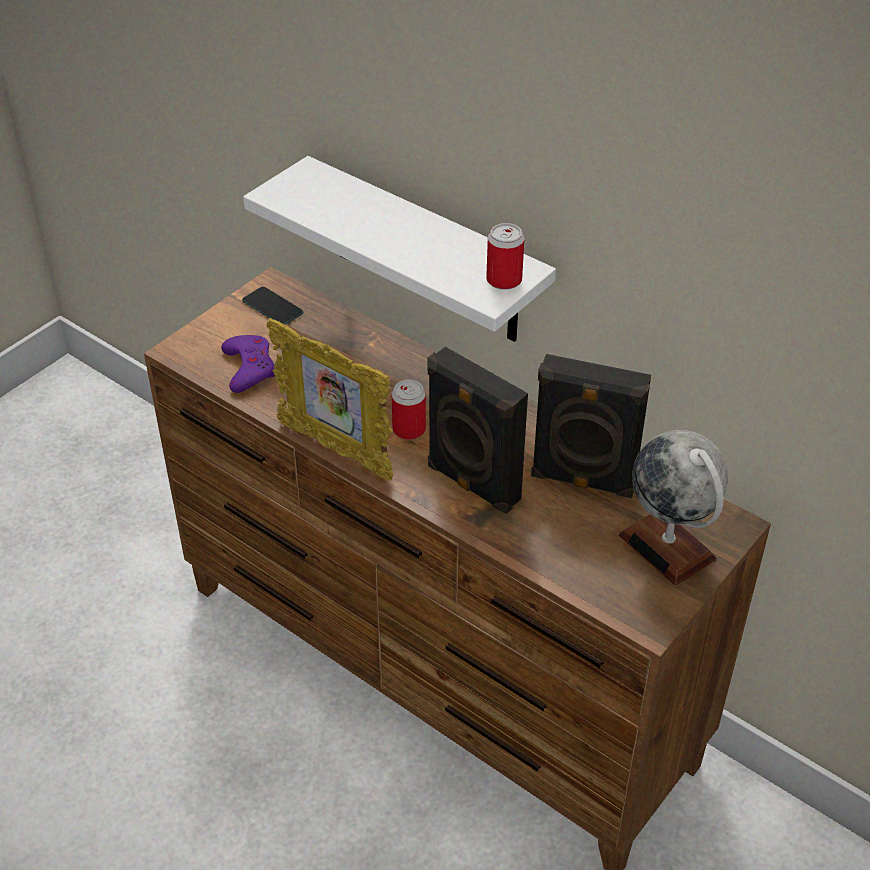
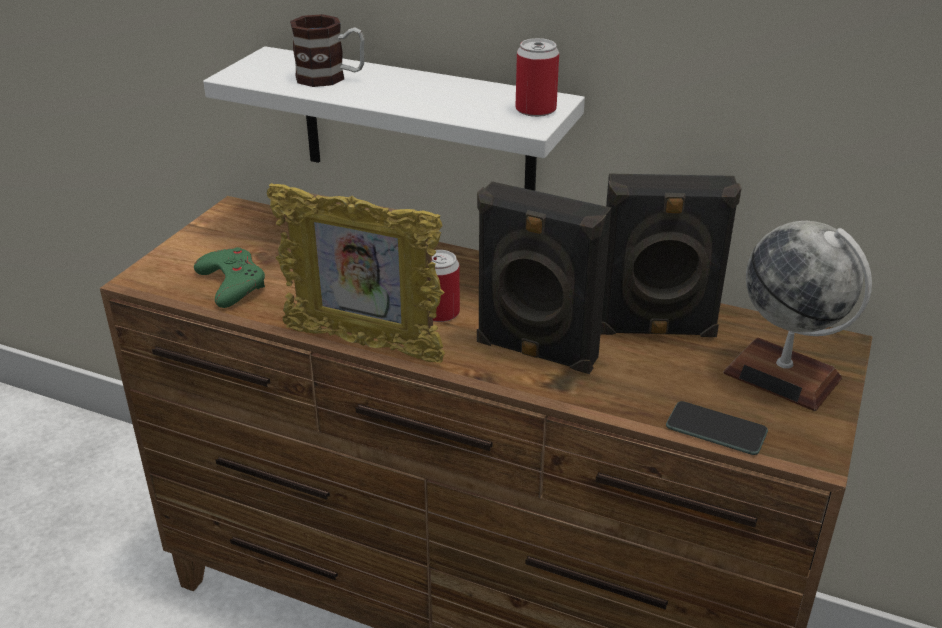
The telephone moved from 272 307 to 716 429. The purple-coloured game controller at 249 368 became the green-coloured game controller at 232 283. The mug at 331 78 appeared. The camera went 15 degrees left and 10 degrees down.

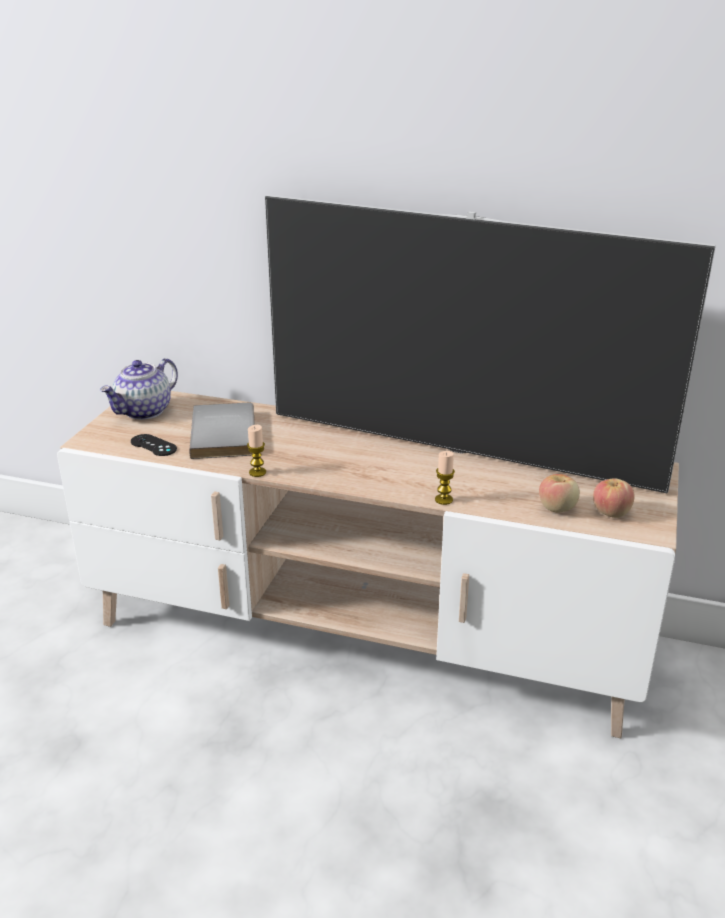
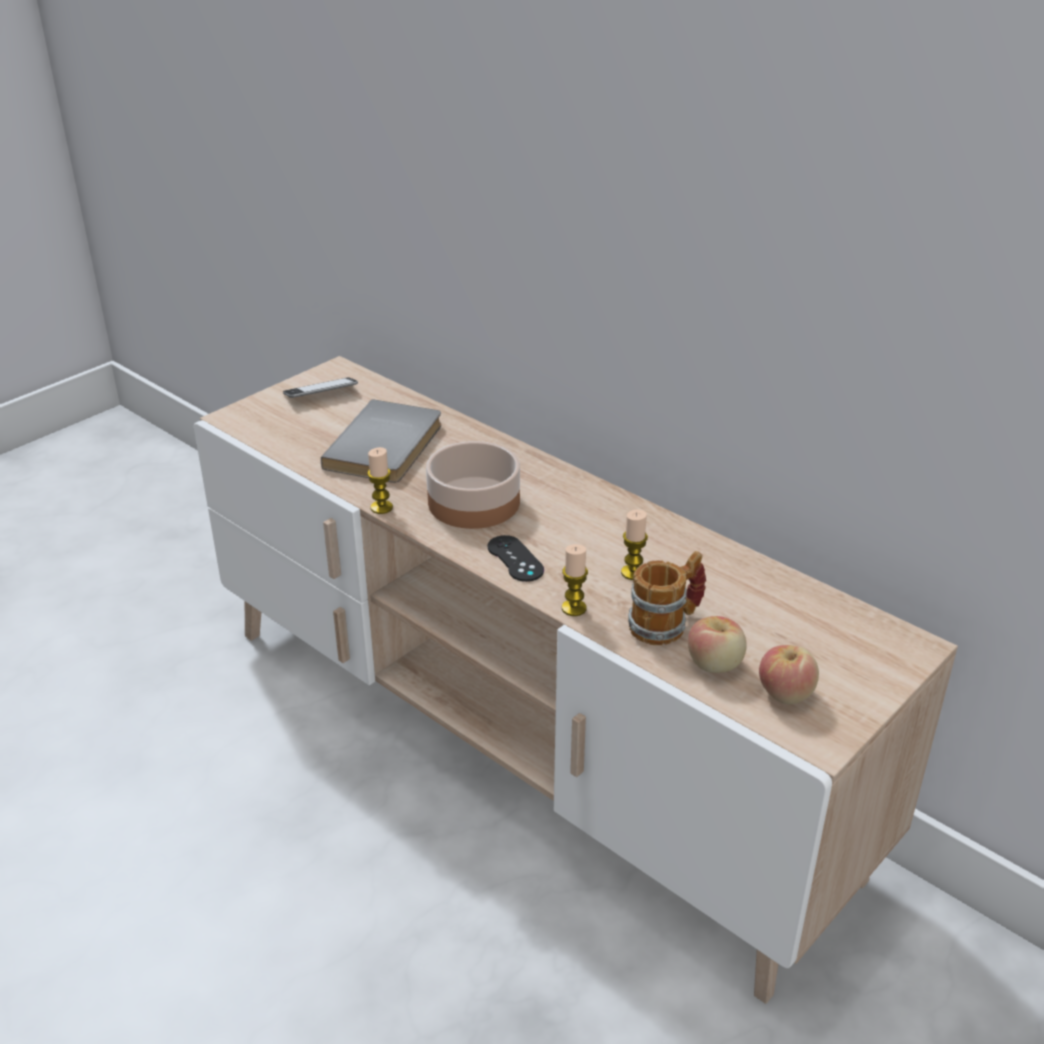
The TV at 458 450 disappeared. The tea pot at 144 411 was replaced by the telephone at 321 393. The black-coloured game controller moved from 153 445 to 515 559. The bowl at 475 503 appeared. The candle at 633 573 appeared. The mug at 666 624 appeared. The camera went 25 degrees right and 5 degrees up.

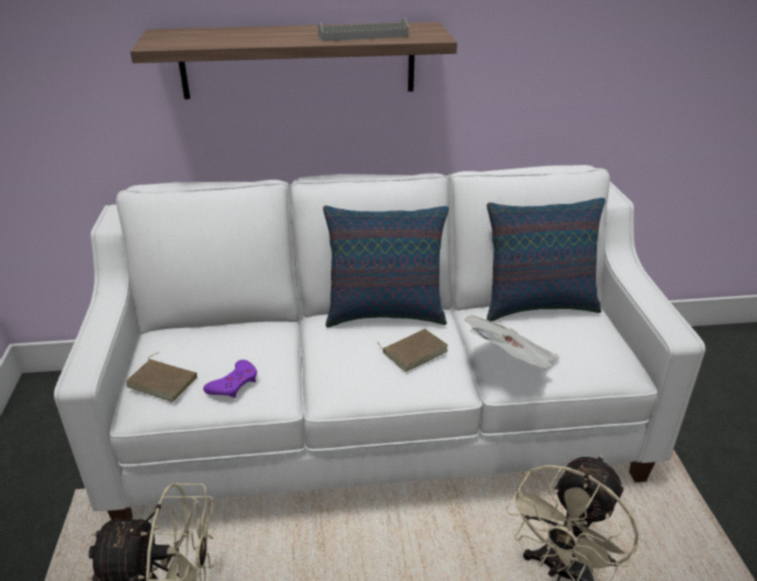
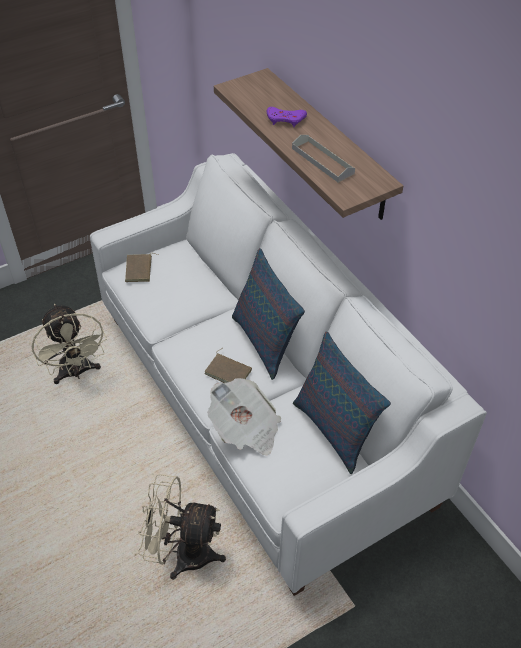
The purple-coloured game controller moved from 234 384 to 285 119. The camera went 65 degrees right and 15 degrees up.

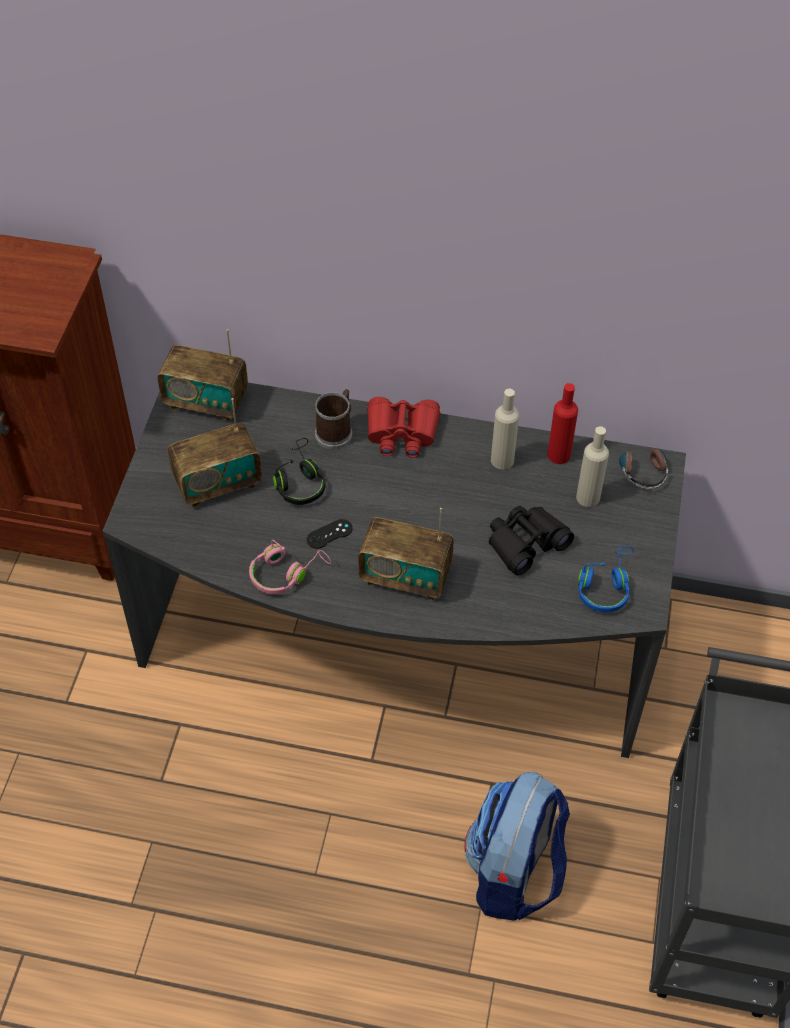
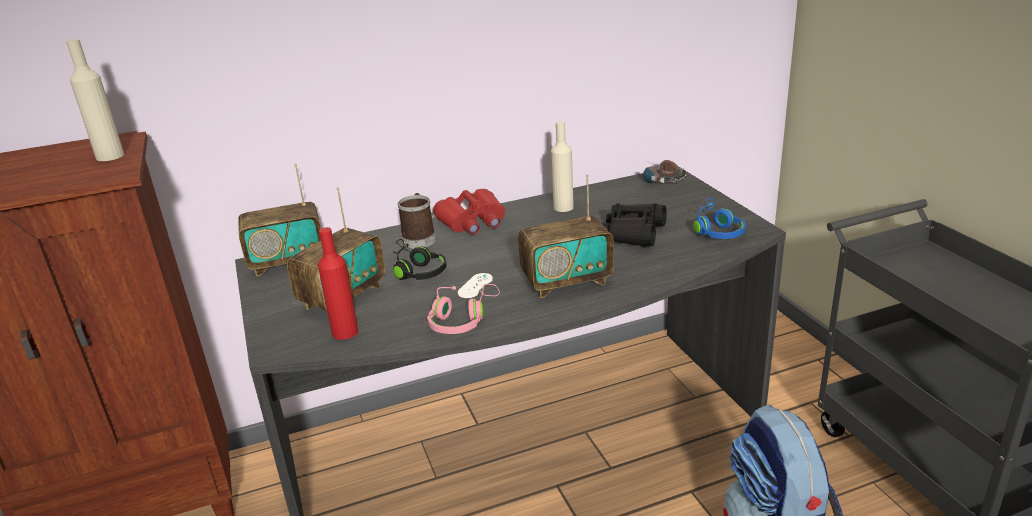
The reddish drink bottle moved from 559 455 to 345 332. The beige-coloured drink bottle moved from 588 497 to 110 156. The black-coloured game controller at 329 534 became the white game controller at 475 286. The camera went 30 degrees left and 25 degrees down.

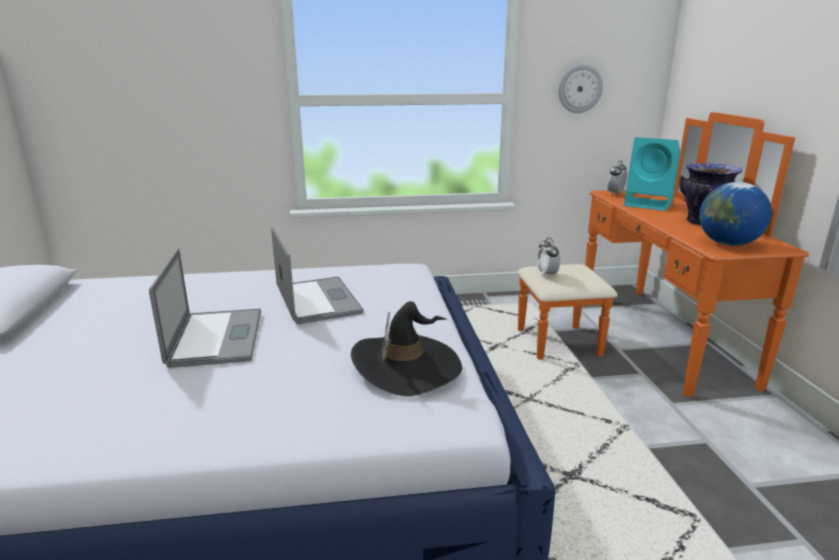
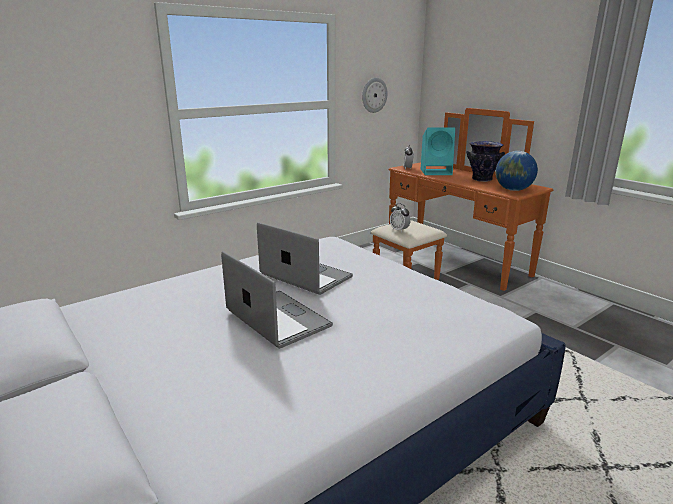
The black-coloured clothing hat at 406 366 disappeared. The camera went 30 degrees left and 0 degrees up.

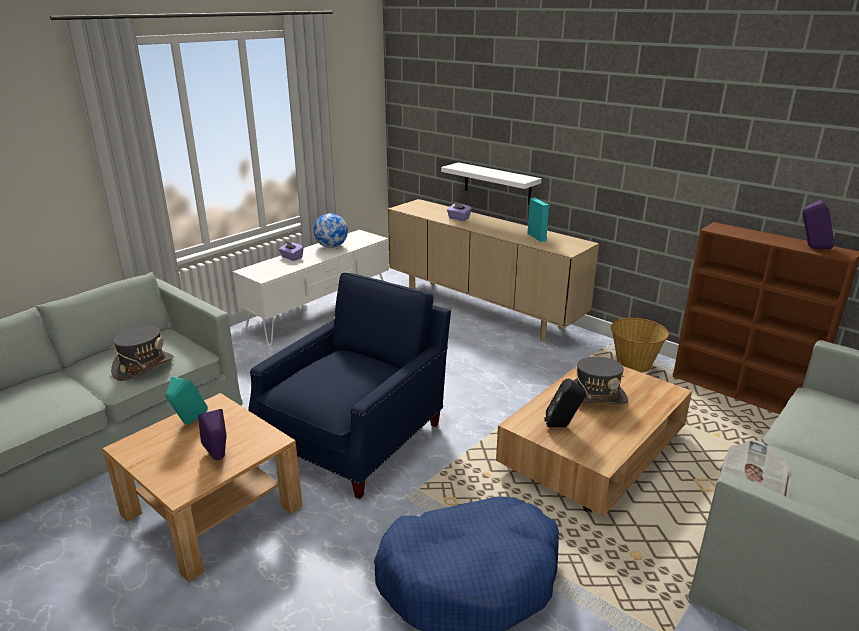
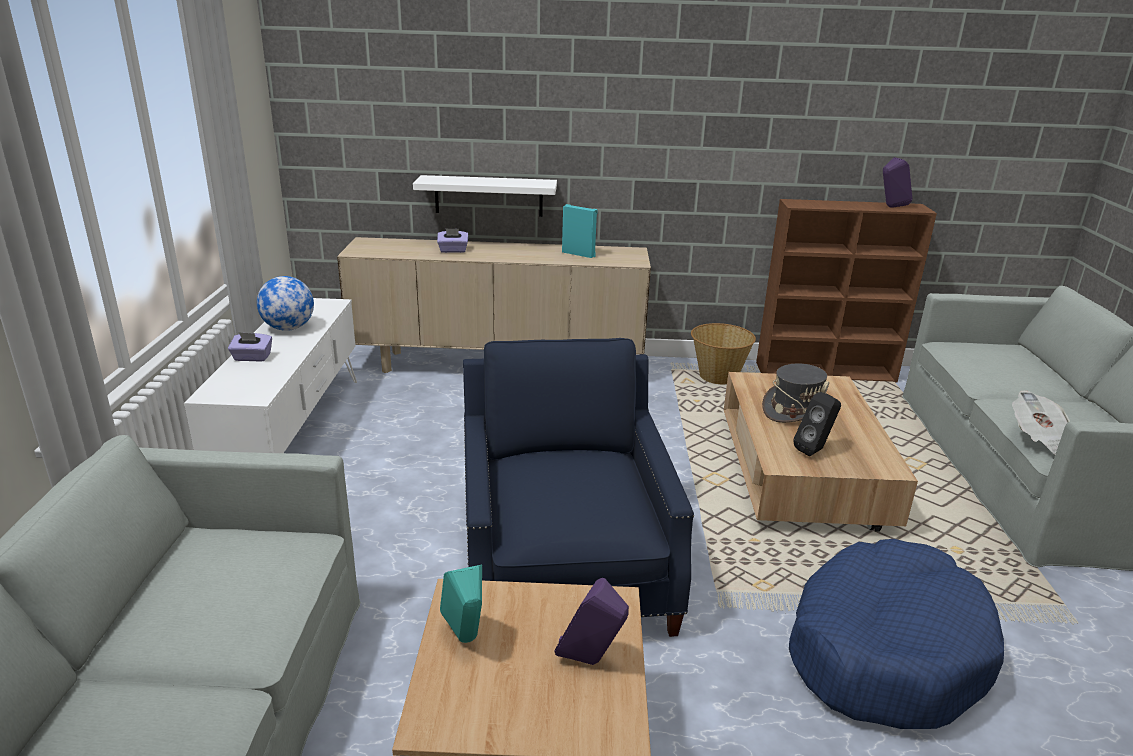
The greyish clothing hat at 143 366 disappeared. The camera went 40 degrees left and 0 degrees up.

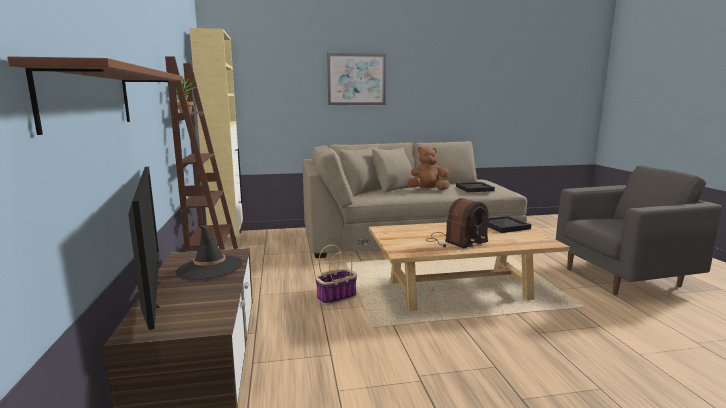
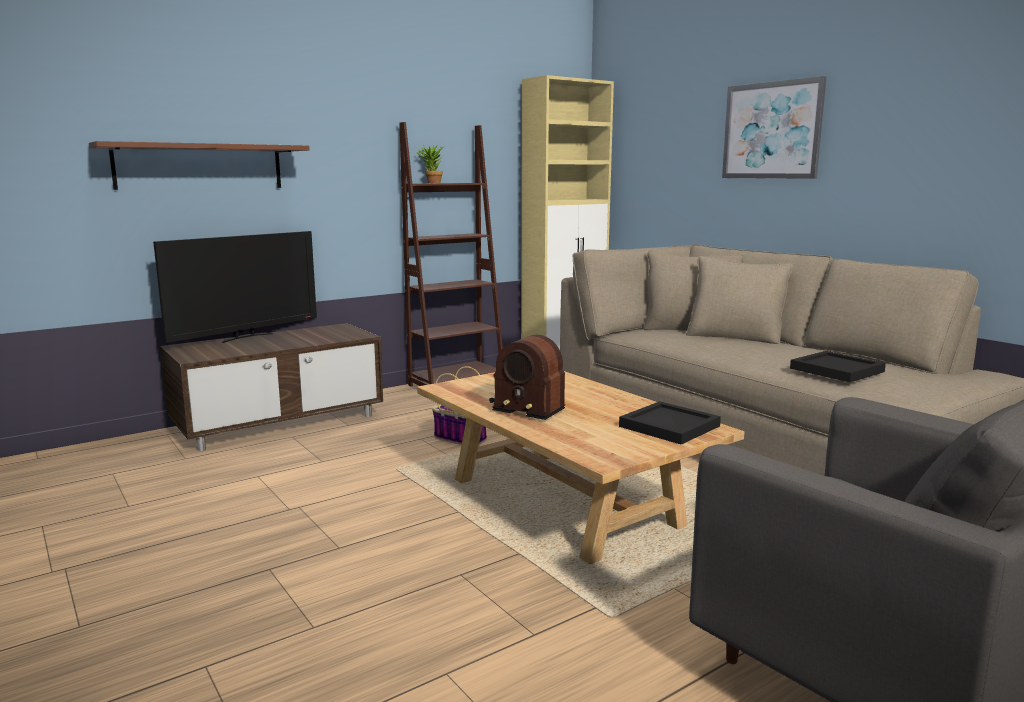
The brown plush toy at 428 190 disappeared. The black-coloured clothing hat at 210 268 disappeared. The camera went 65 degrees right and 0 degrees up.

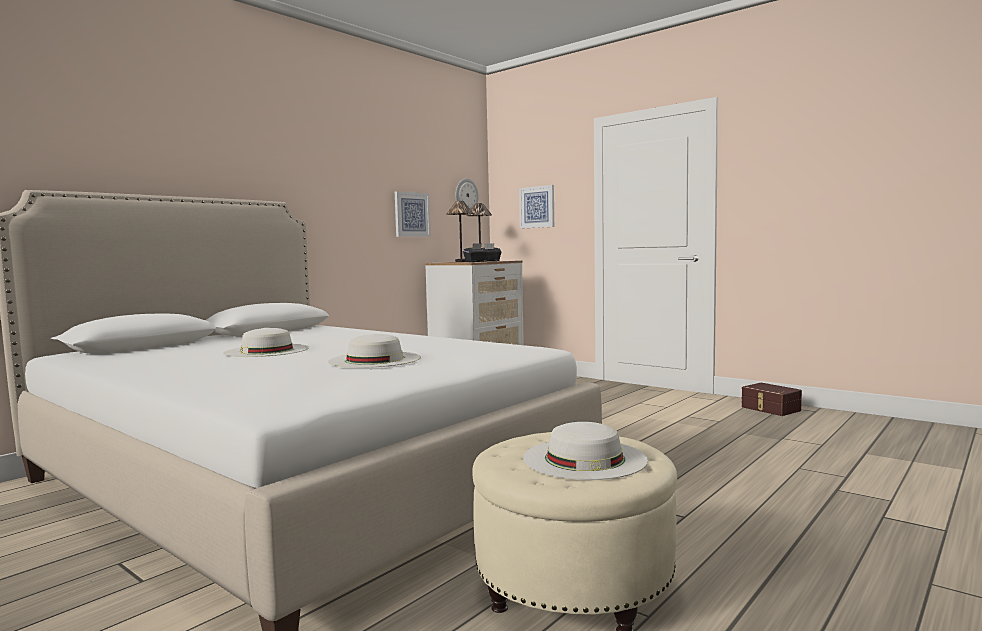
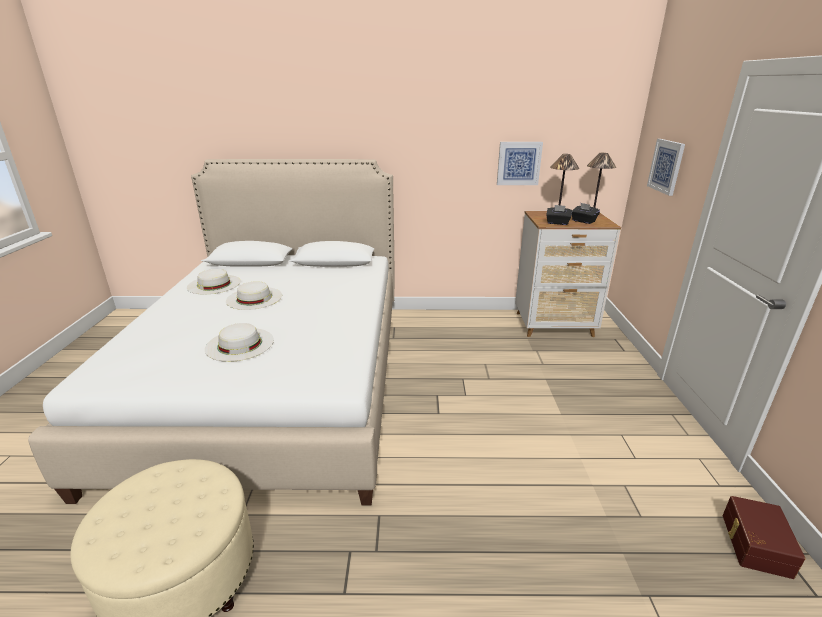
The hanging clock at 466 195 disappeared. The white clothing hat moved from 585 458 to 214 284. The camera went 50 degrees right and 20 degrees up.

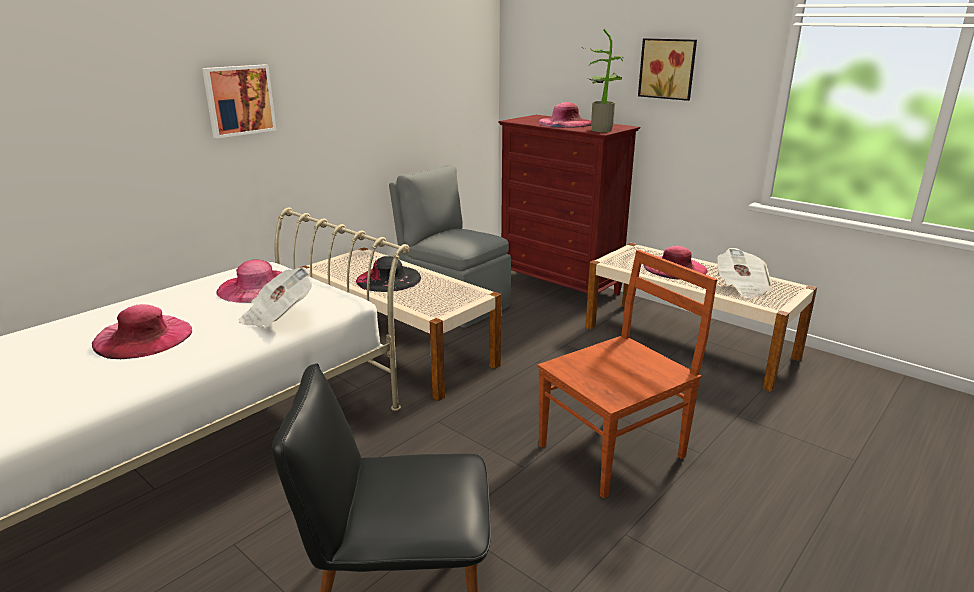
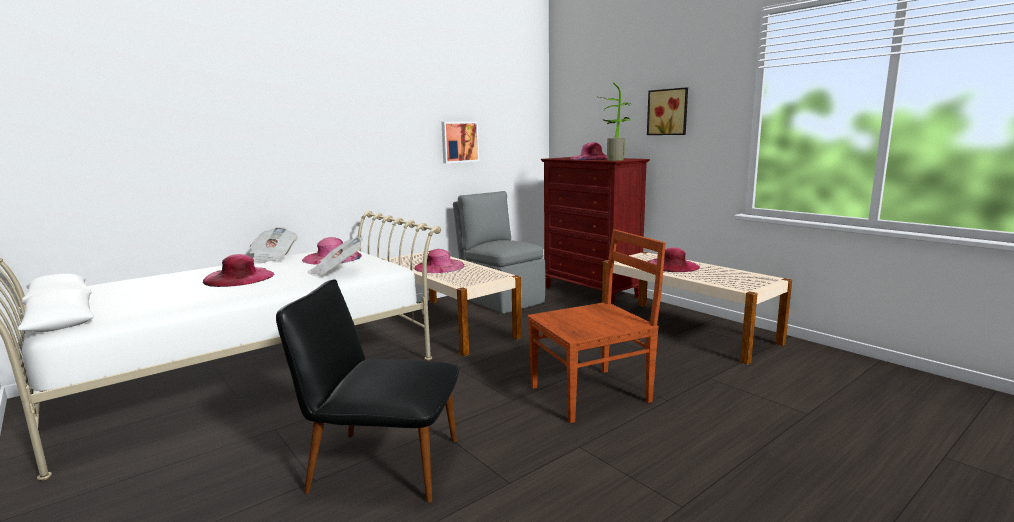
The wall art moved from 239 100 to 459 142. The daily paper moved from 741 287 to 273 258. The black-coloured clothing hat at 388 279 became the pinkish clothing hat at 439 266. The camera went 10 degrees right and 10 degrees down.

